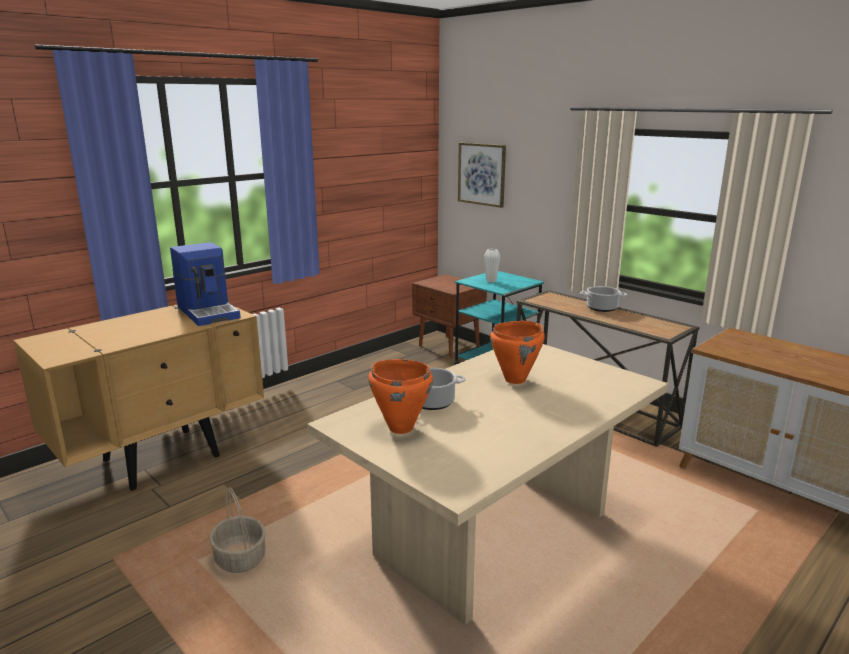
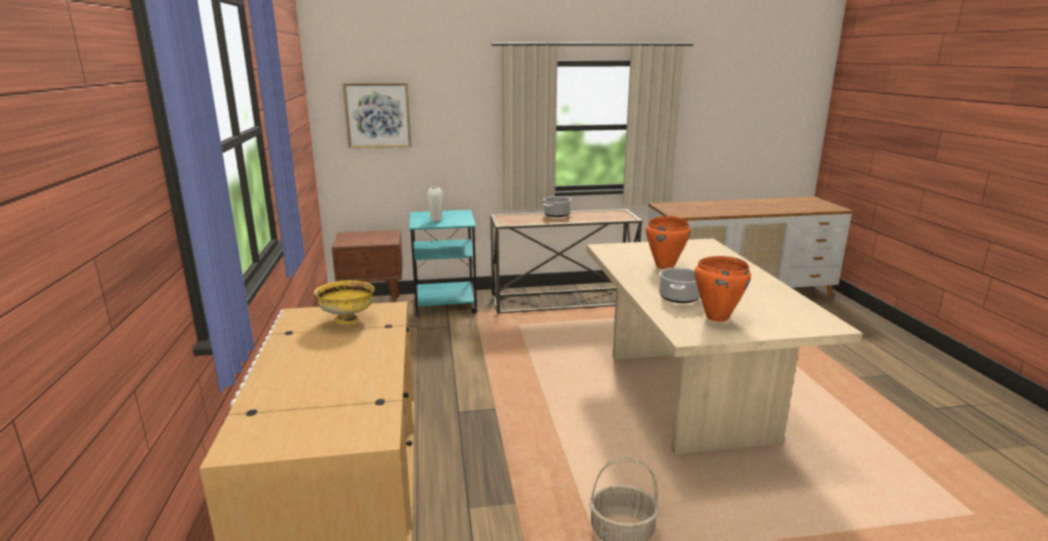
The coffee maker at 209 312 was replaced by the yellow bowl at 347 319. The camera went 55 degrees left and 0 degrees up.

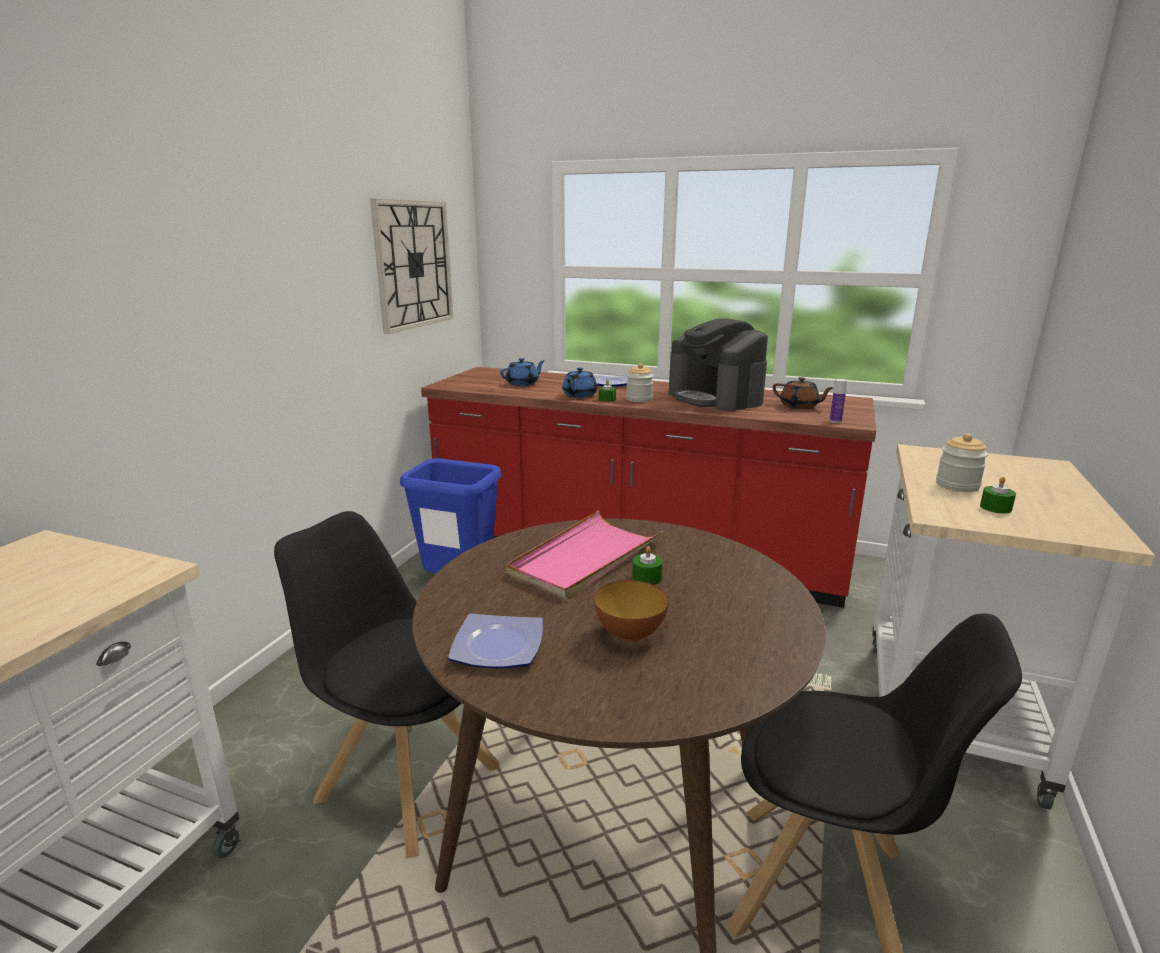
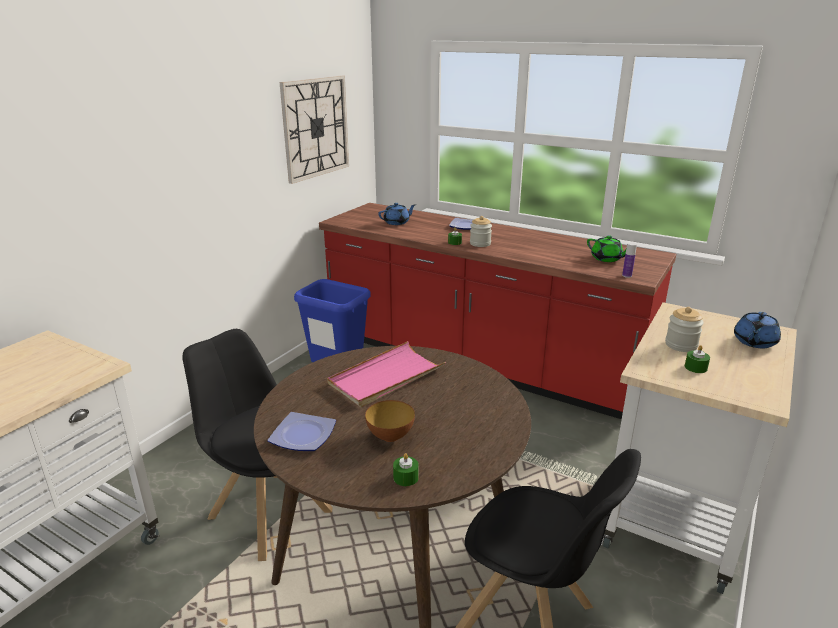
The coffee maker at 715 398 disappeared. The blue-coloured tea pot moved from 579 395 to 754 342. The brown tea pot at 799 406 became the green-coloured tea pot at 607 259. The green-coloured candle moved from 647 578 to 406 477. The camera went 10 degrees right and 5 degrees up.

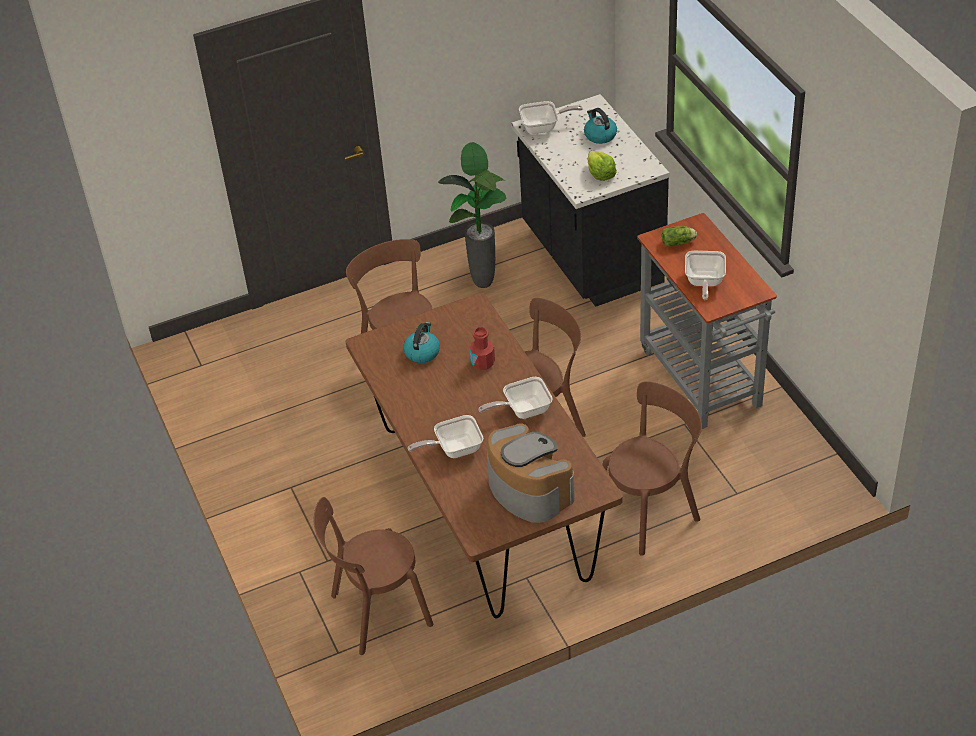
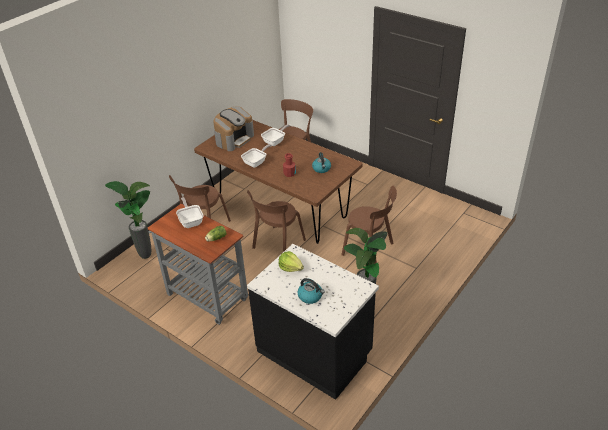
The skillet at 544 127 disappeared. The coffee maker at 528 489 turned 75 degrees counterclockwise. The plant in a pot at 145 255 appeared. The camera went 150 degrees right and 5 degrees down.

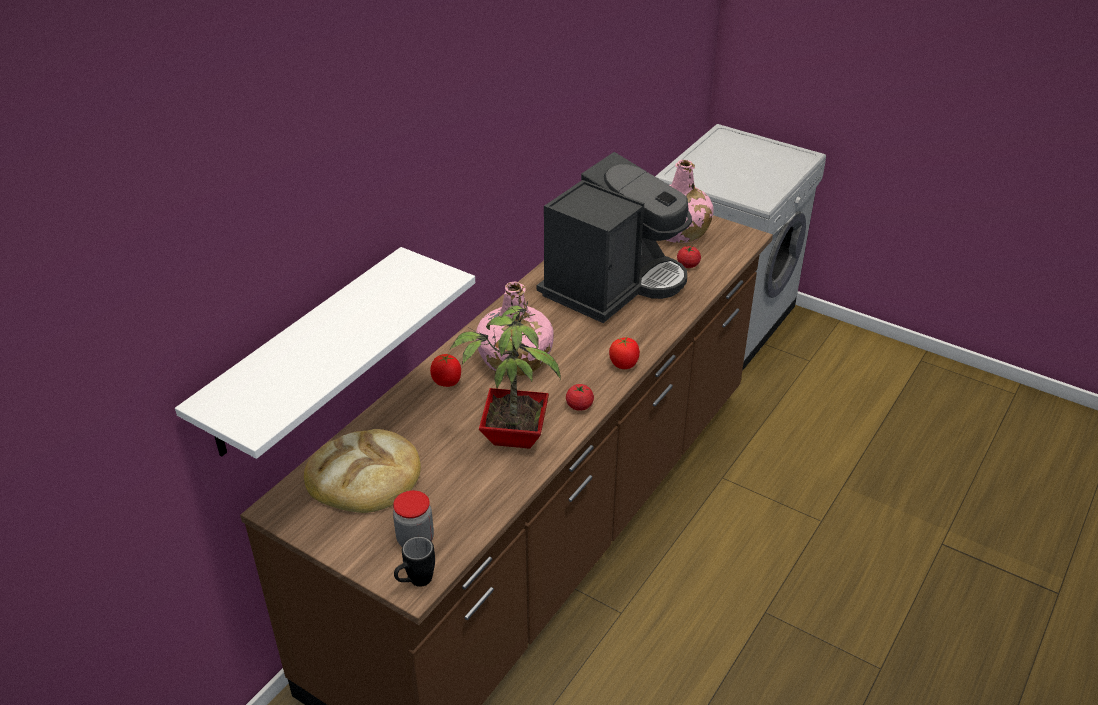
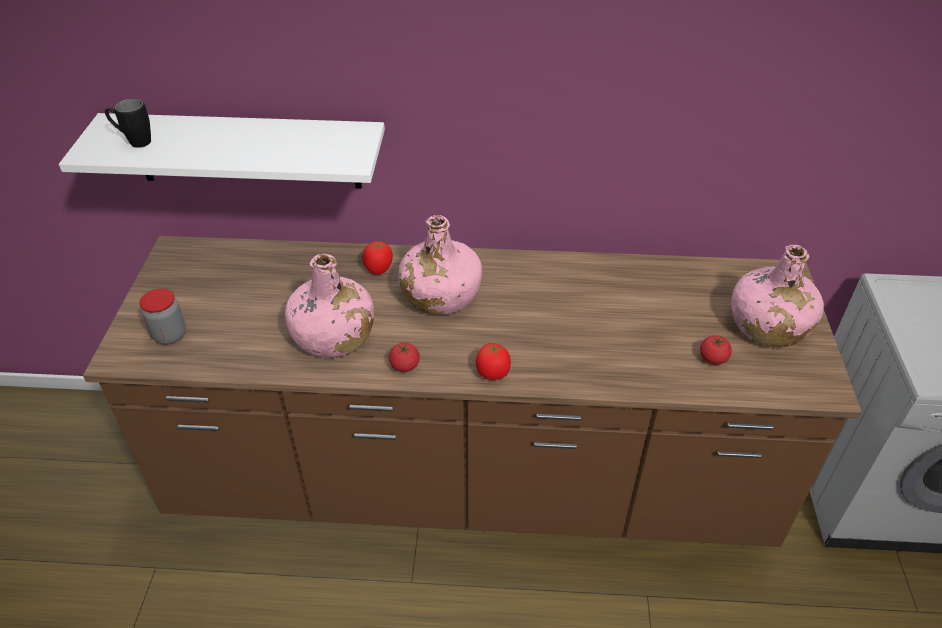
The coffee maker at 612 284 disappeared. The plant in a pot at 511 435 was replaced by the pinkish drink bottle at 333 337. The baked bread at 364 476 disappeared. The black-coloured mug moved from 415 582 to 134 141. The camera went 60 degrees right and 5 degrees up.

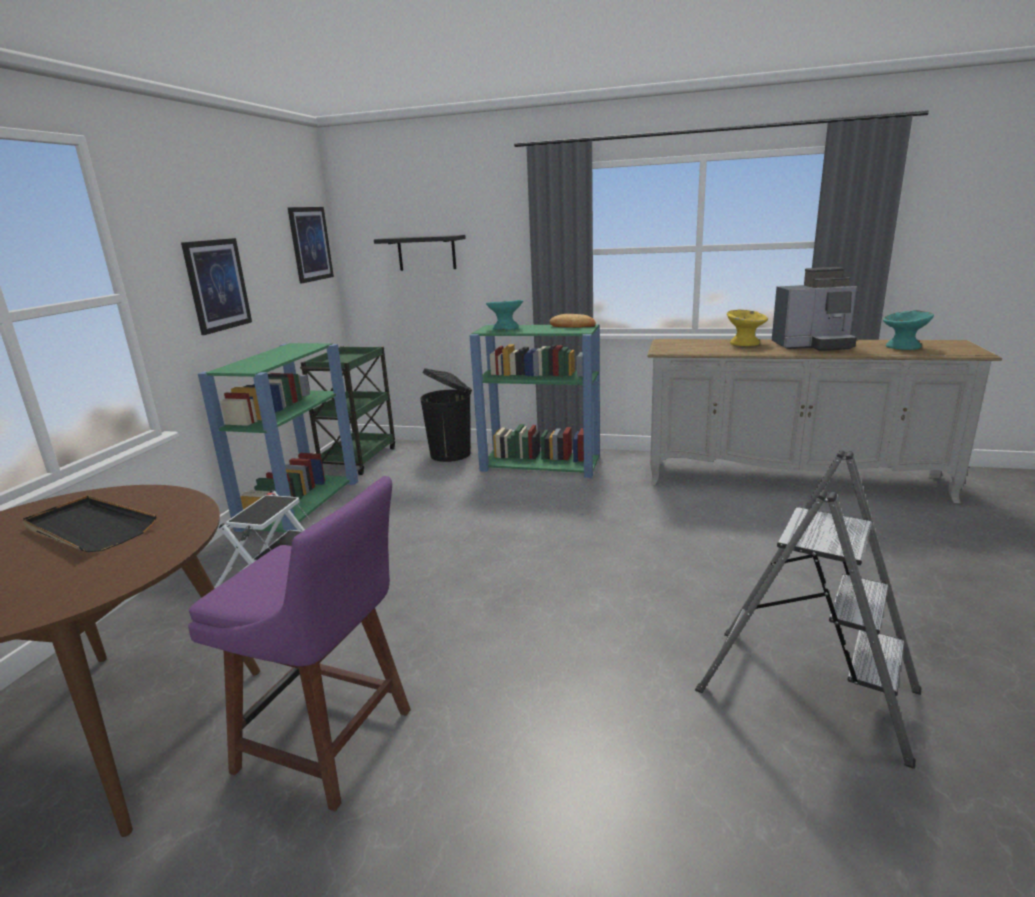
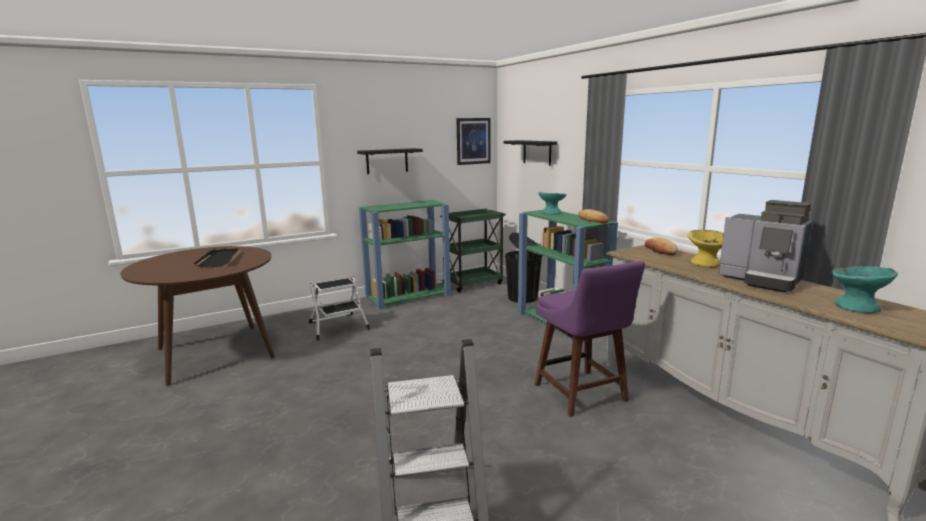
The wall art at 217 285 was replaced by the black-coloured wall shelf at 387 161. The purple-coloured sitting stool moved from 330 742 to 582 394. The baked bread at 660 250 appeared. The camera went 45 degrees right and 5 degrees down.

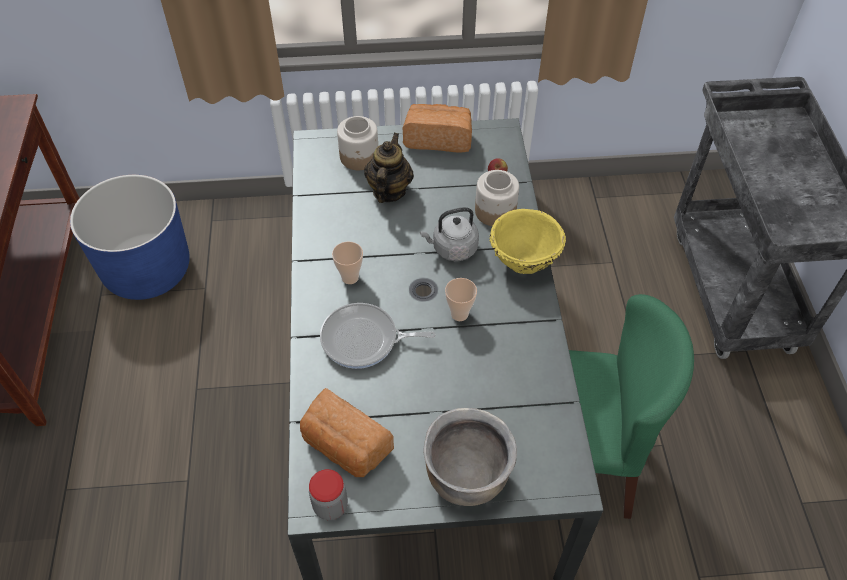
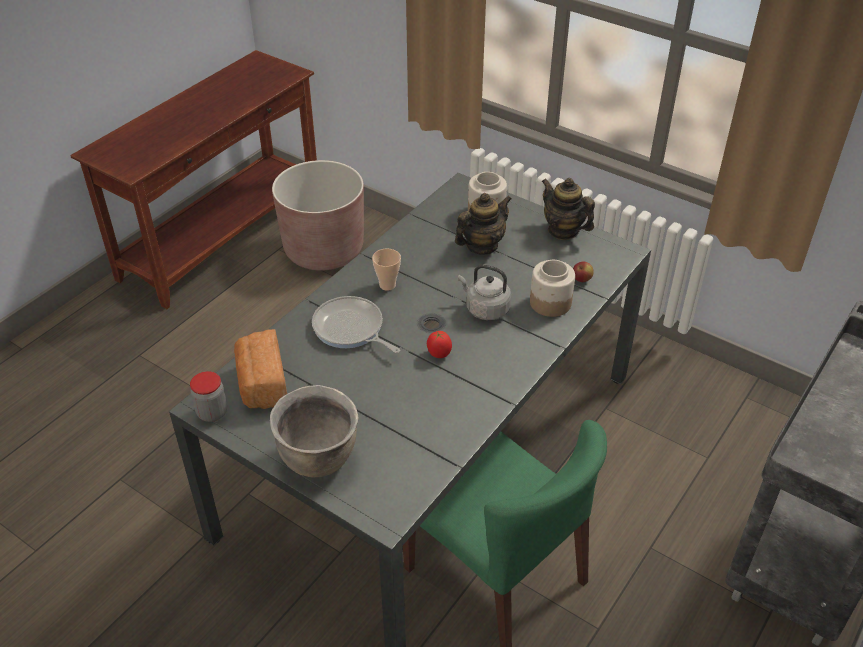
The baked bread at 438 138 was replaced by the tea pot at 563 230. The blue-coloured flower pot at 147 269 became the brown flower pot at 324 250. The yellow bowl at 523 260 disappeared. The small cup at 459 314 was replaced by the whole tomato at 439 354. The camera went 40 degrees right and 10 degrees down.

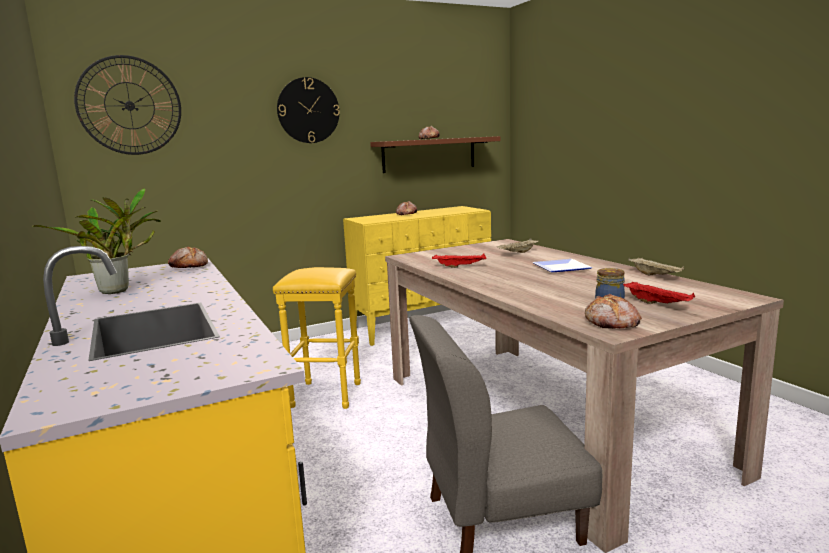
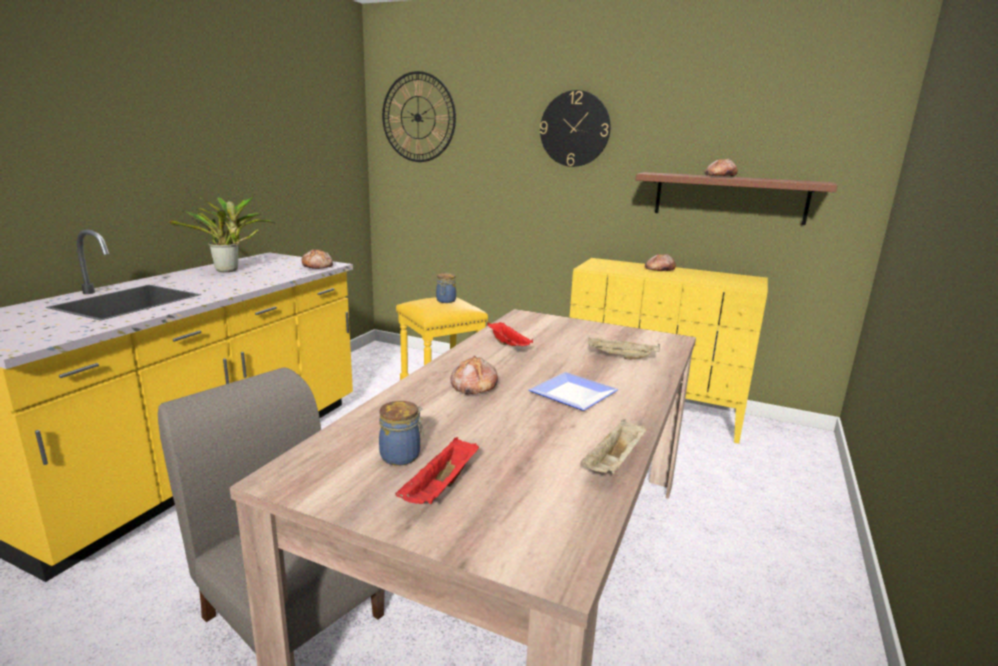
The baked bread moved from 612 323 to 473 386. The preserve jar at 445 301 appeared. The camera went 50 degrees right and 5 degrees up.

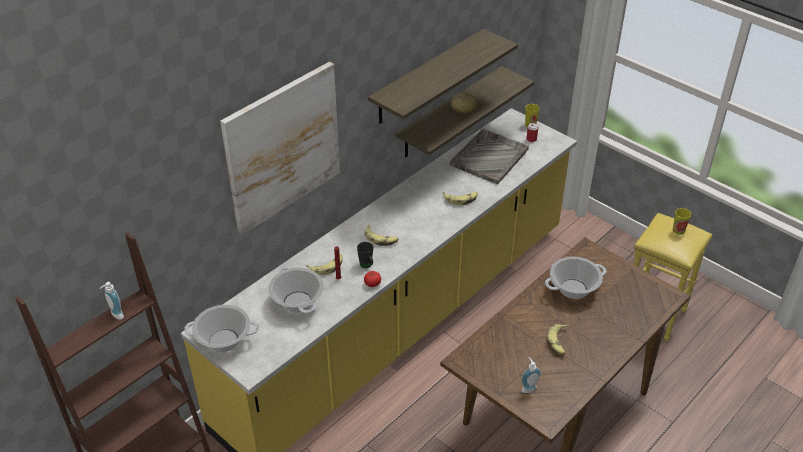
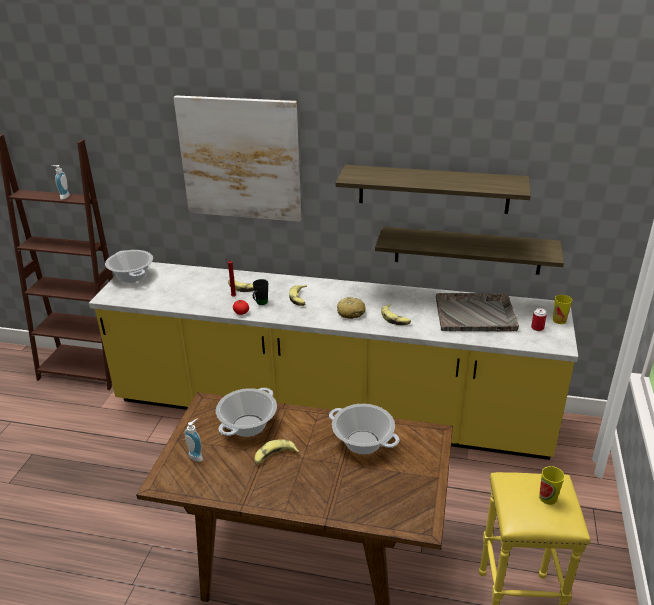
The baked bread moved from 463 107 to 351 313. The stockpot moved from 297 302 to 247 425. The camera went 60 degrees right and 10 degrees down.

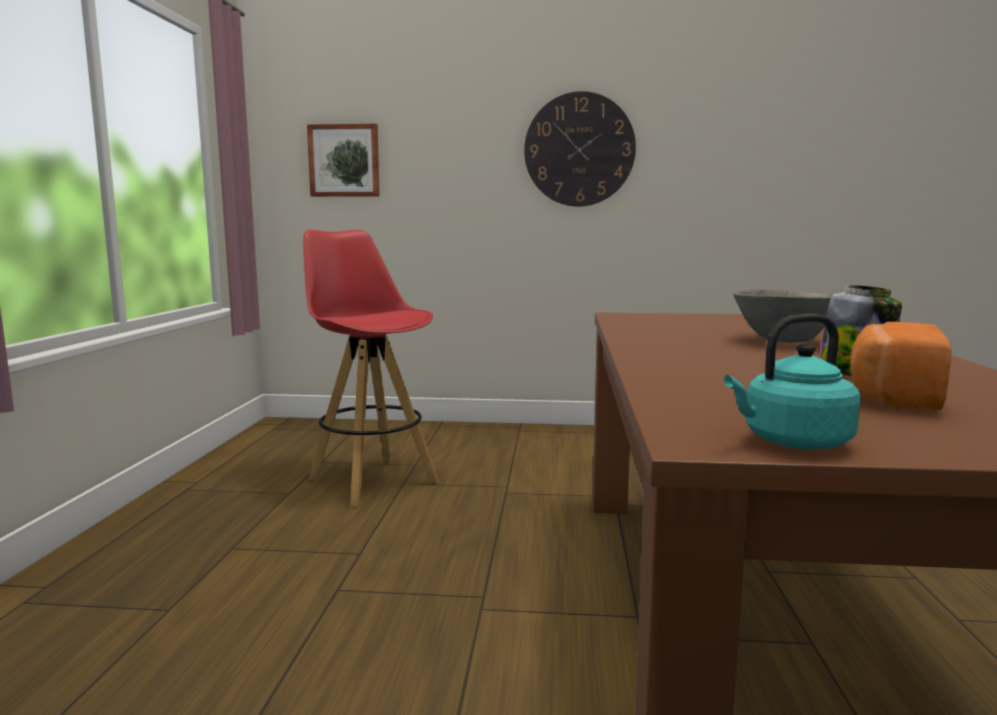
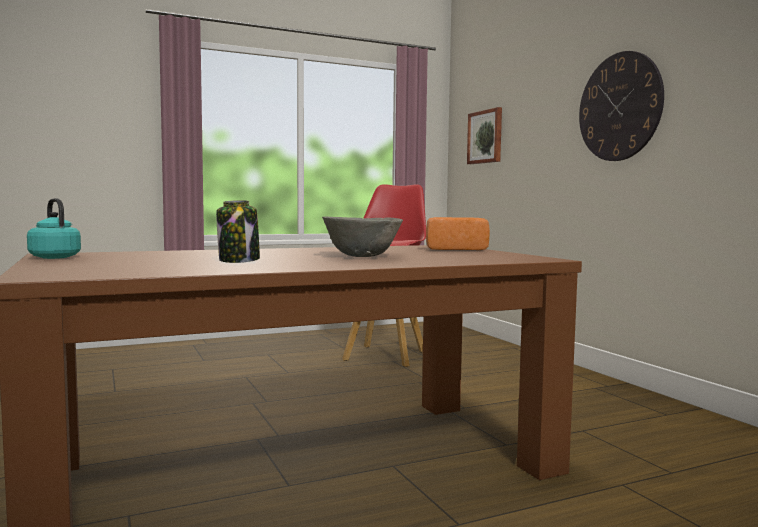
The baked bread moved from 891 396 to 455 249. The camera went 60 degrees right and 5 degrees down.

